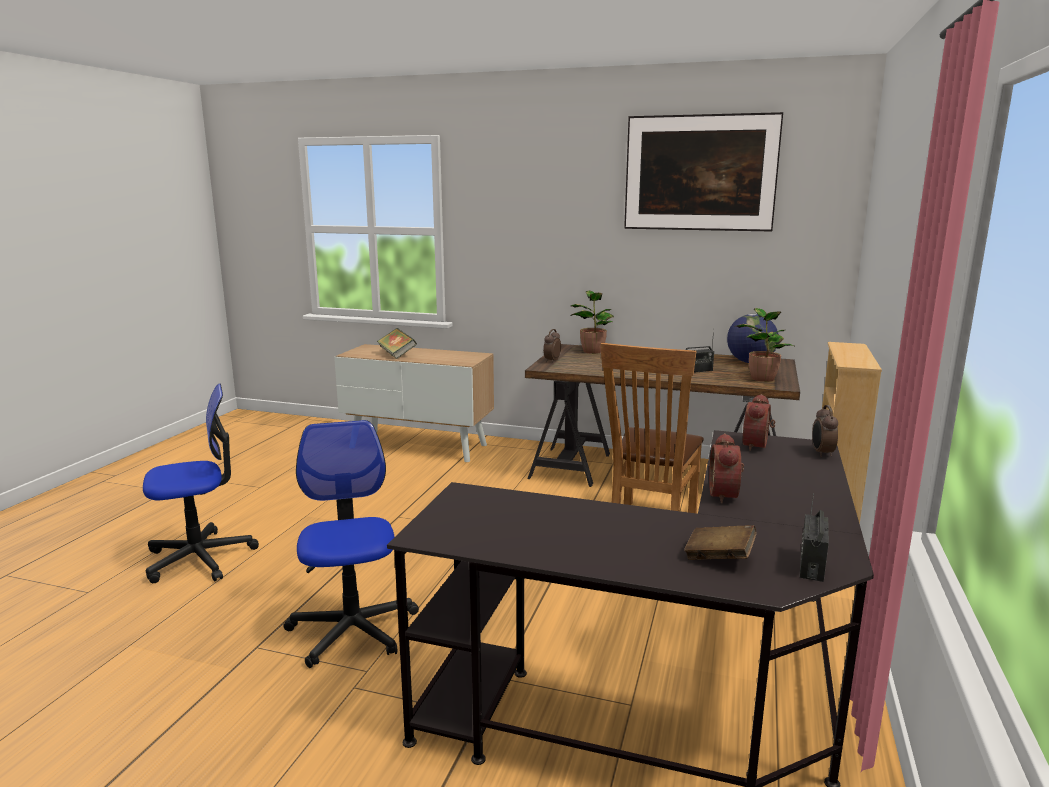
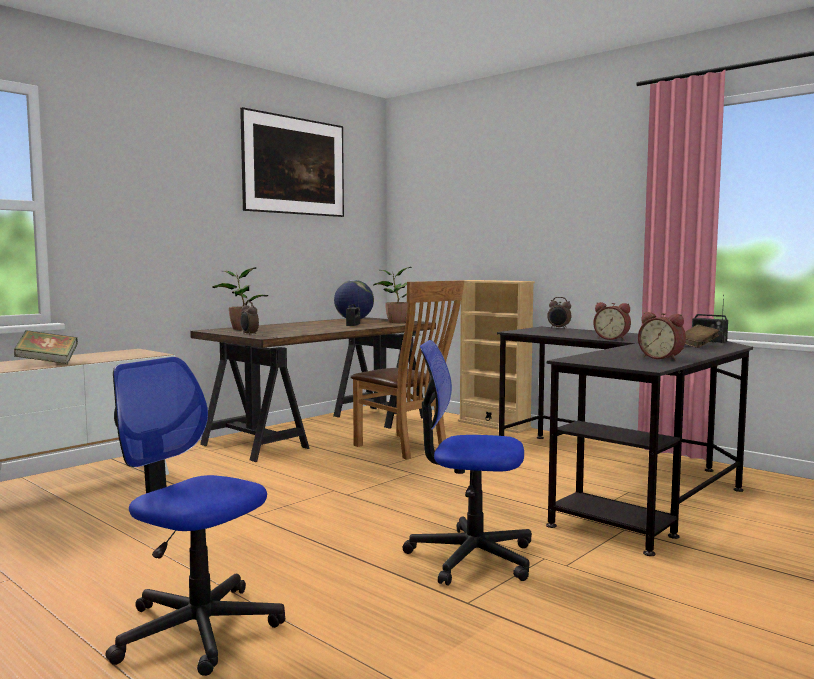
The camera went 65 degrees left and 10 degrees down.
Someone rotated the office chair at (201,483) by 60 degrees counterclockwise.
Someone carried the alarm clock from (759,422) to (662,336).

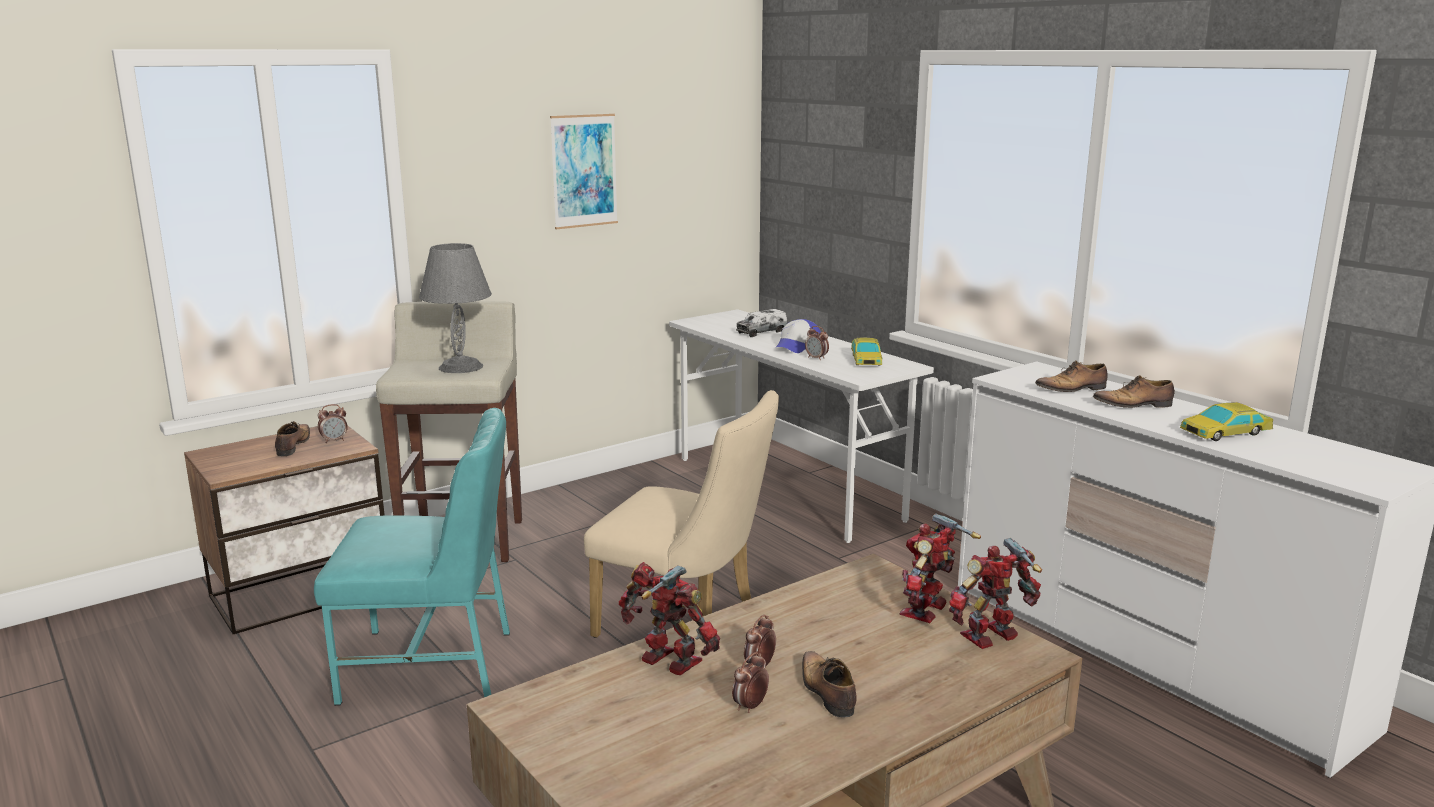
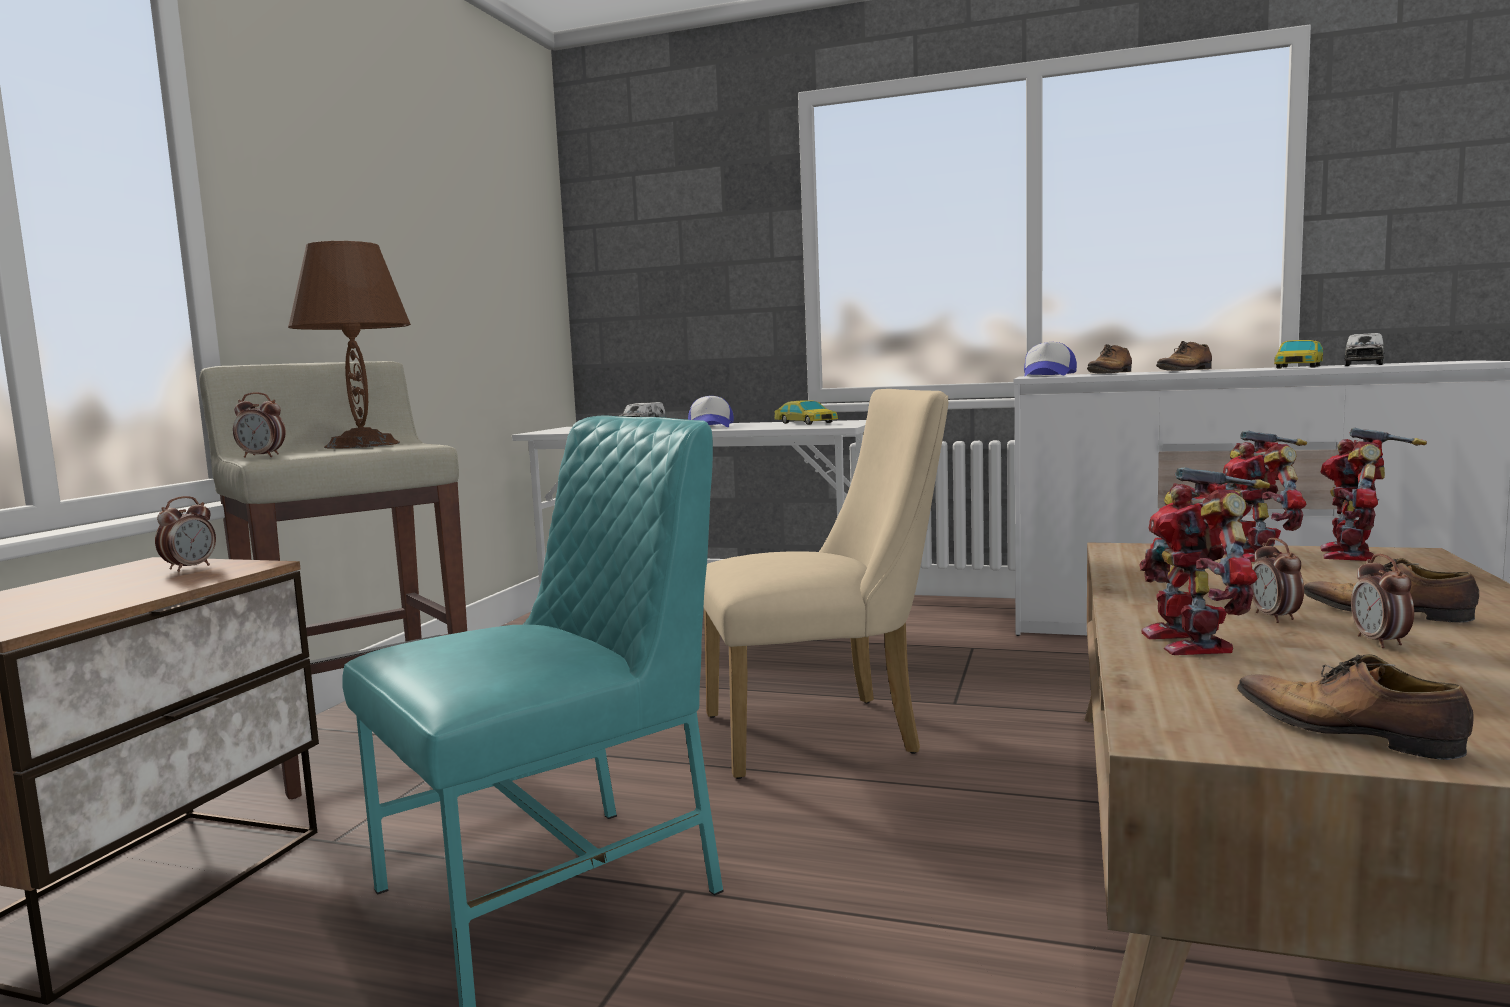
The camera went 35 degrees left and 10 degrees down.
Someone carried the alarm clock from (817,343) to (259,425).
Someone repainted the grey table lamp at (455,308), which became the brown table lamp at (349,345).
Someone put down the cap at (1050,359).
Someone rotated the toy robot at (669,618) by 90 degrees counterclockwise.
Someone carried the shoe from (292,438) to (1355,707).
Someone put down the toy truck at (1364,349).
Someone took away the picture at (584,171).

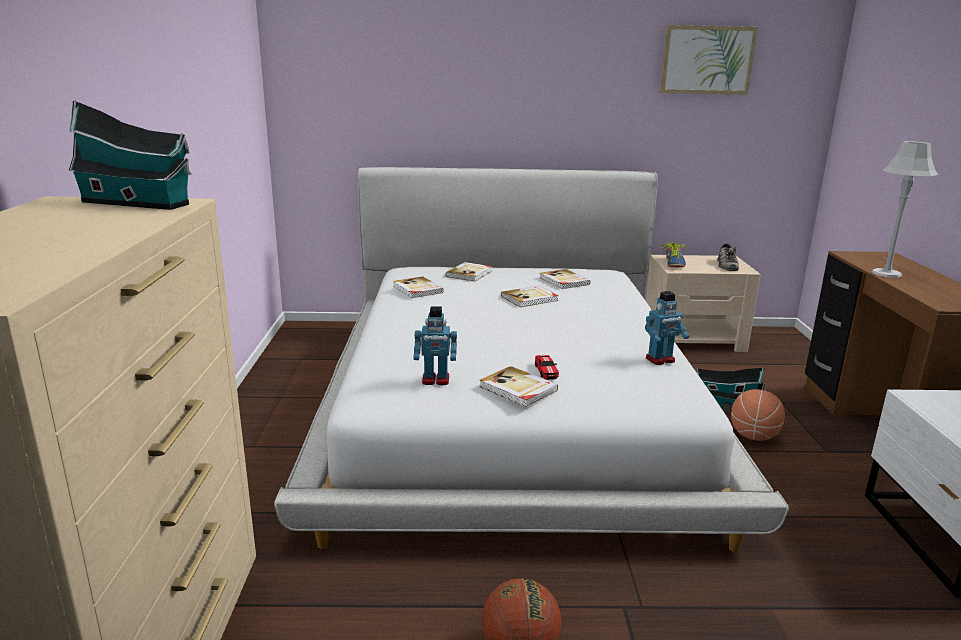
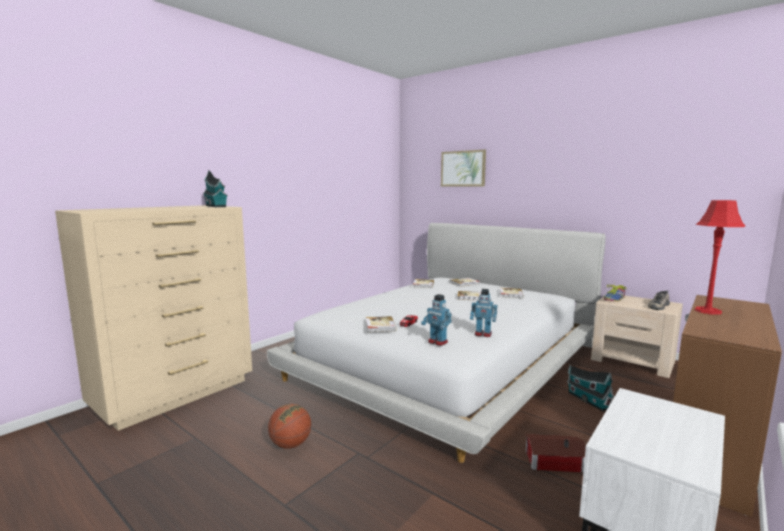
The camera went 40 degrees right and 10 degrees down.
Someone carried the toy robot from (435,345) to (436,320).
Someone carried the picture from (709,60) to (463,168).
Someone put down the toy house at (555,453).
Someone repainted the grey table lamp at (905,209), which became the red table lamp at (719,257).
Someone took away the basketball at (758,415).

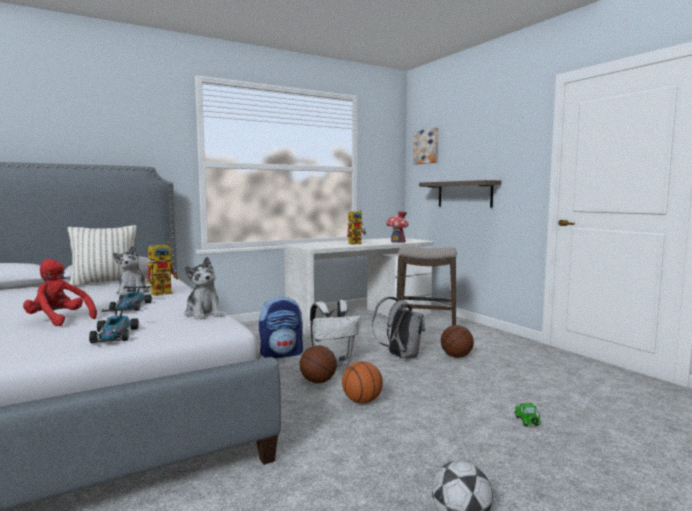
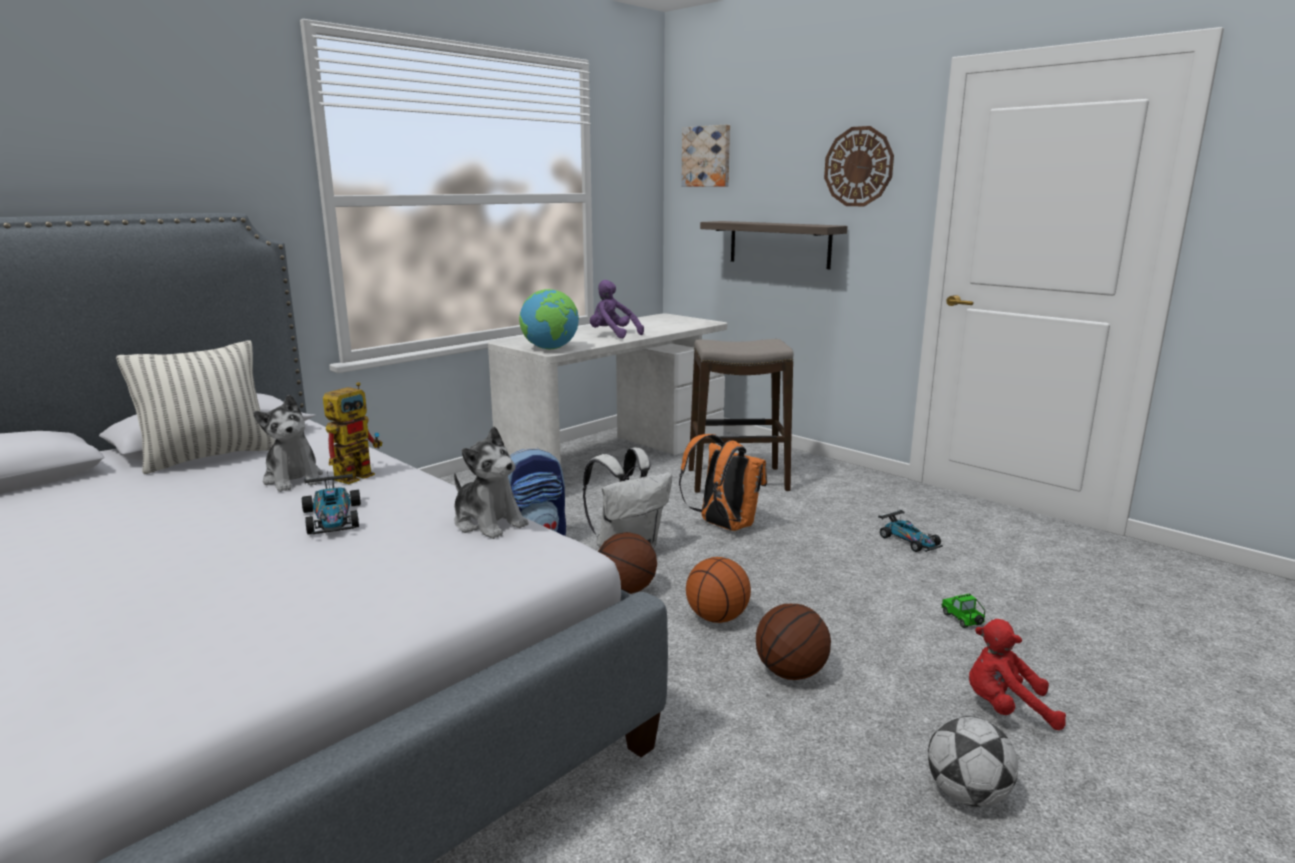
The camera went 15 degrees left and 10 degrees up.
Someone put down the globe at (549,319).
Someone swapped the toy robot at (356,227) for the purple plush toy at (617,309).
Someone repainted the grey backpack at (398,328), which became the orange backpack at (723,482).
Someone carried the basketball from (457,341) to (793,642).
Someone put up the wall clock at (859,166).
Someone carried the toy car from (114,323) to (910,531).
Someone carried the red plush toy from (60,292) to (1017,674).
Someone took away the toy house at (397,227).

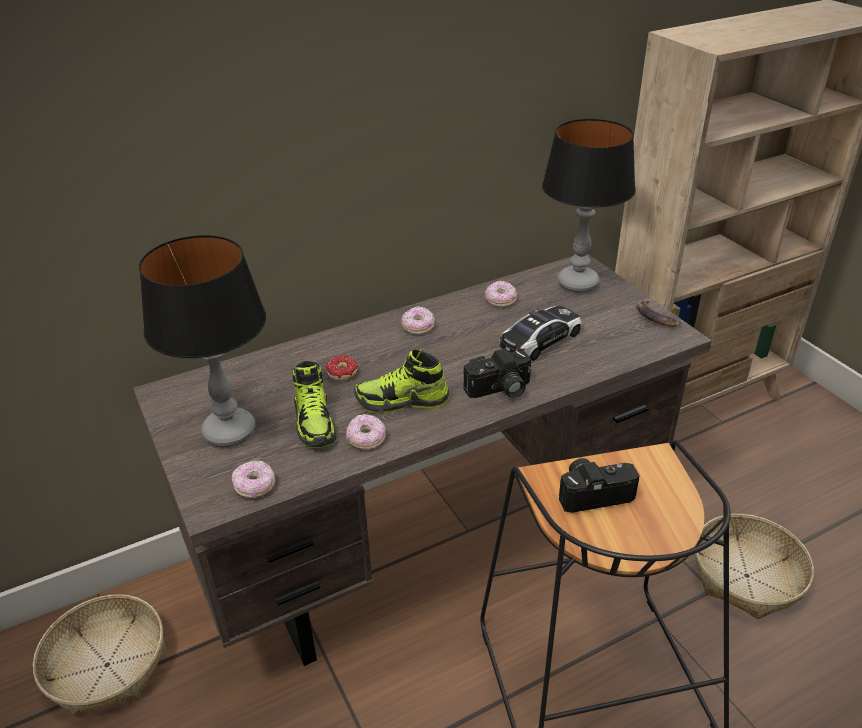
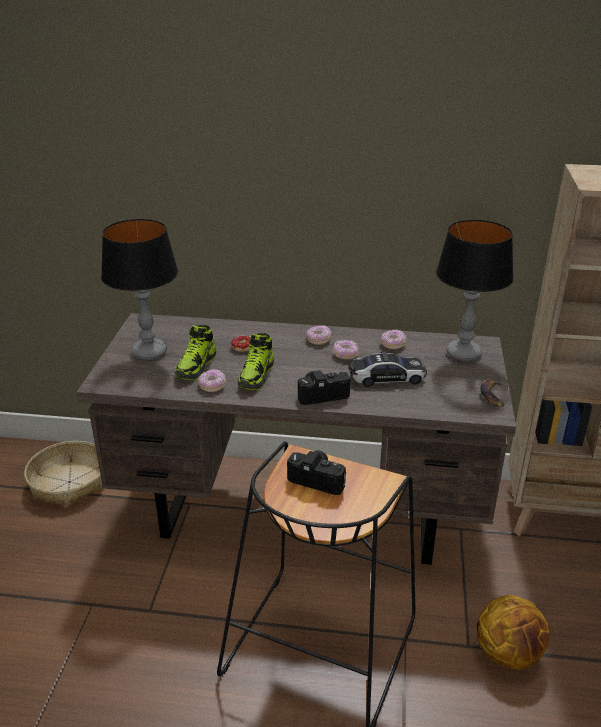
The camera went 35 degrees right and 5 degrees down.
Someone rotated the shoe at (402,381) by 105 degrees counterclockwise.
Someone rotated the photo camera at (497,373) by 150 degrees clockwise.
Someone carried the donut from (253,479) to (346,350).
Someone swapped the basket at (754,566) for the basketball at (513,632).

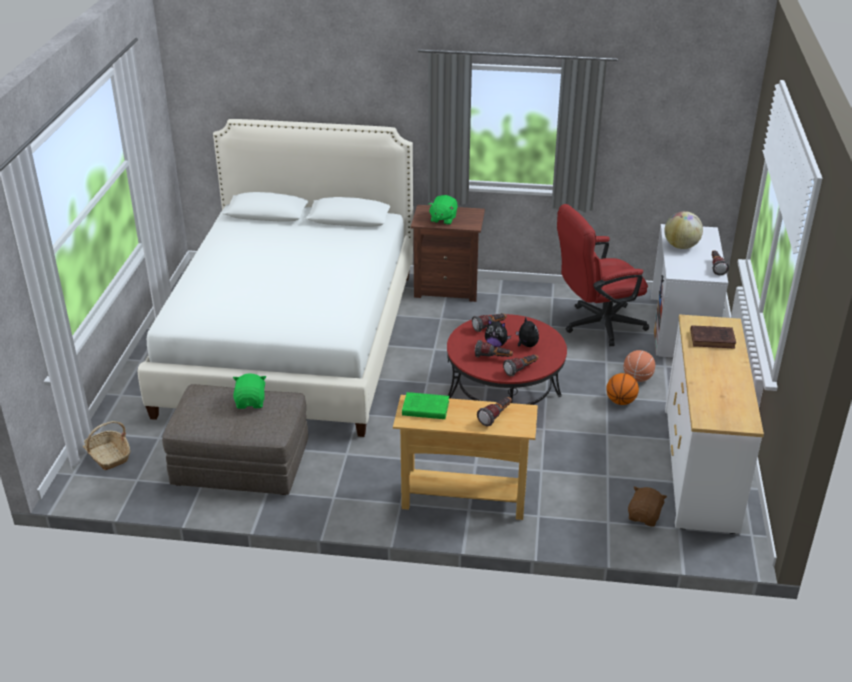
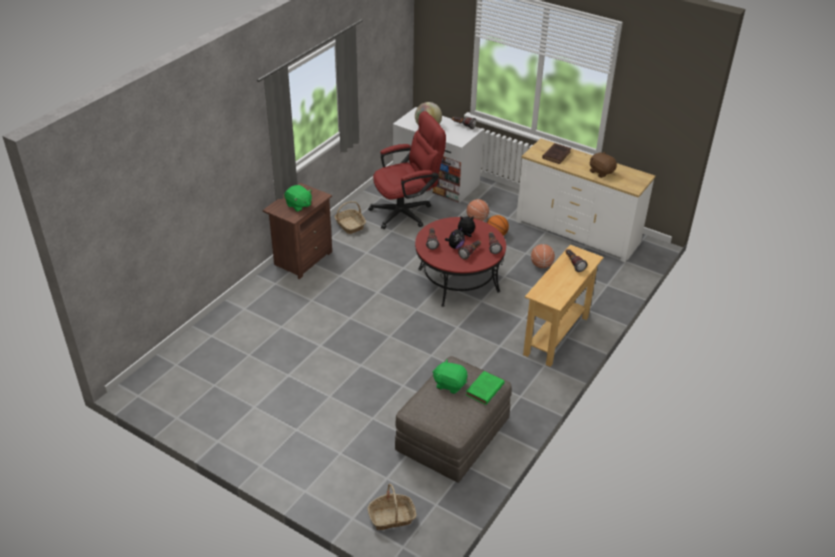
The camera went 65 degrees left and 5 degrees up.
Someone put down the basket at (350,217).
Someone rotated the red office chair at (603,275) by 120 degrees counterclockwise.
Someone carried the green book from (425,405) to (485,388).
Someone put down the basketball at (543,256).
Someone carried the brown plush toy from (647,506) to (603,165).
Someone took away the white bed at (275,278).

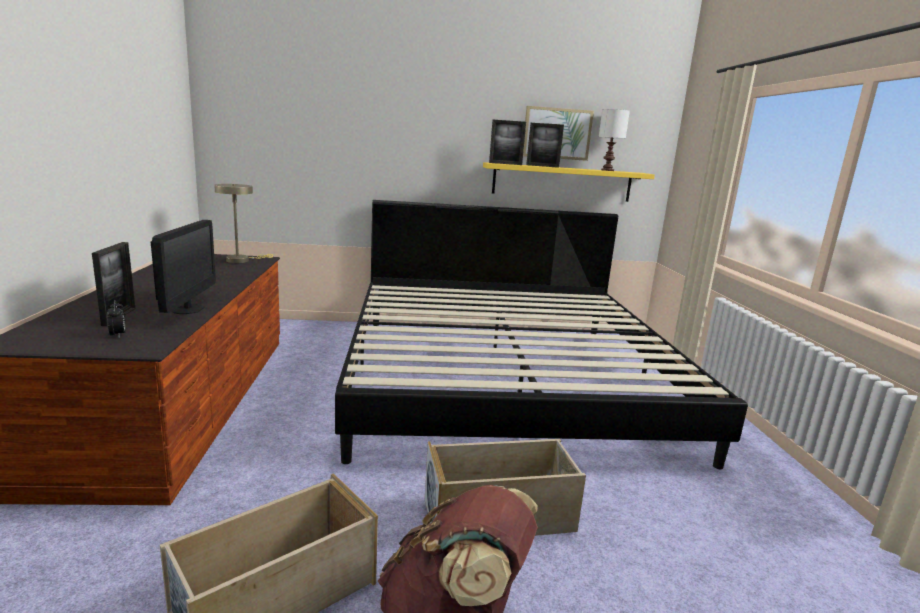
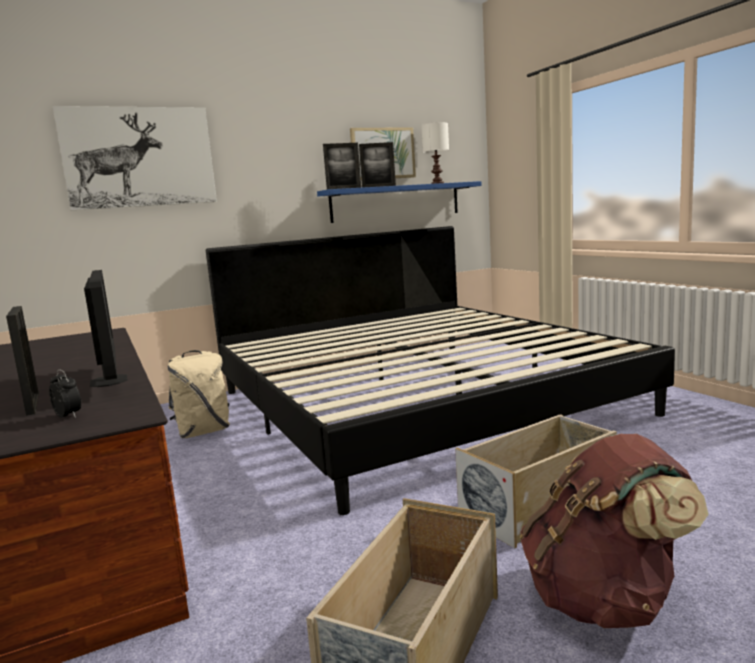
The camera went 20 degrees left and 5 degrees down.
Someone put up the picture at (135,158).
Someone put down the beige backpack at (199,394).
Someone repainted the yellow shelf at (569,182), which became the blue shelf at (399,202).
Someone took away the beige table lamp at (243,223).

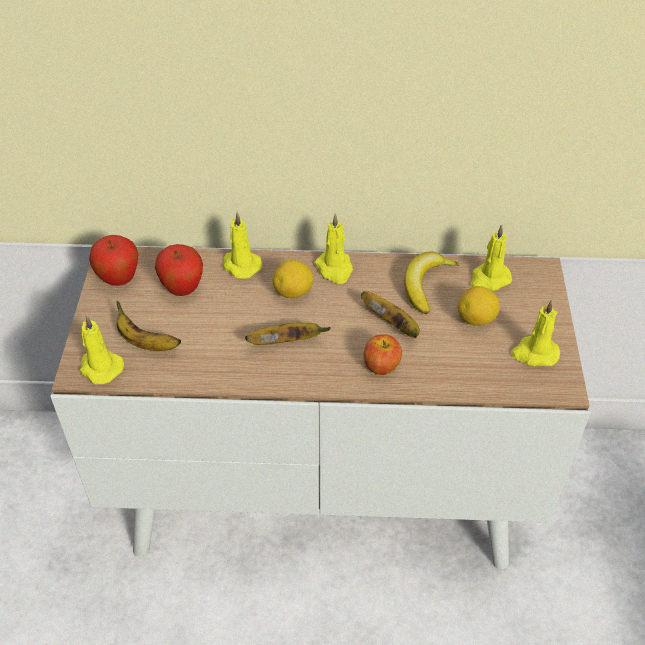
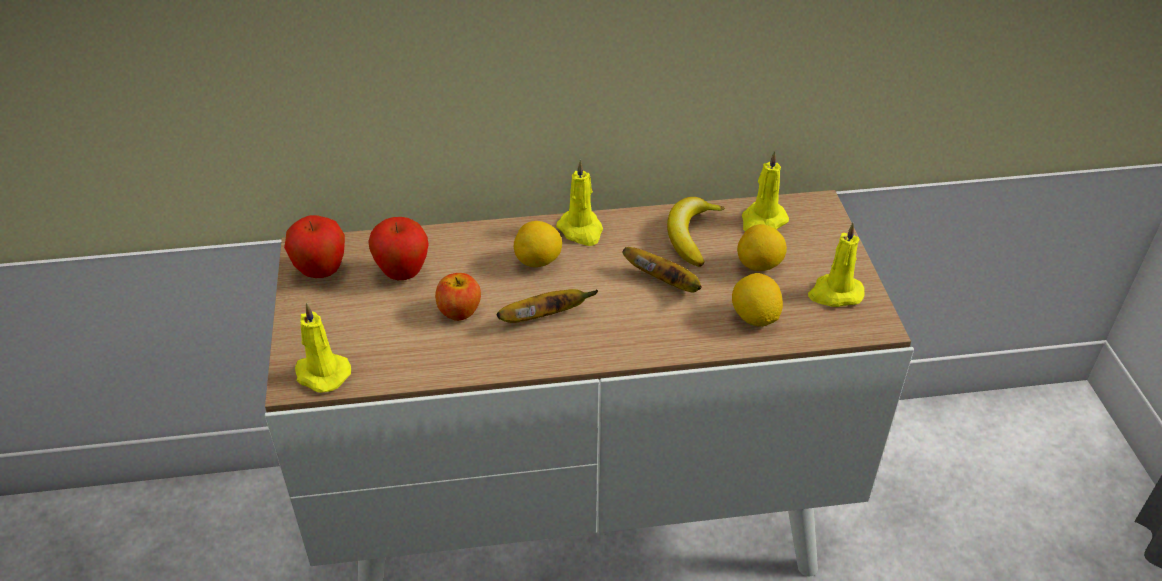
The camera went 10 degrees left and 5 degrees down.
Someone carried the apple from (382,354) to (458,297).
Someone put down the lemon at (757,299).
Someone took away the banana at (148,326).
Someone took away the yellow candle at (242,245).

